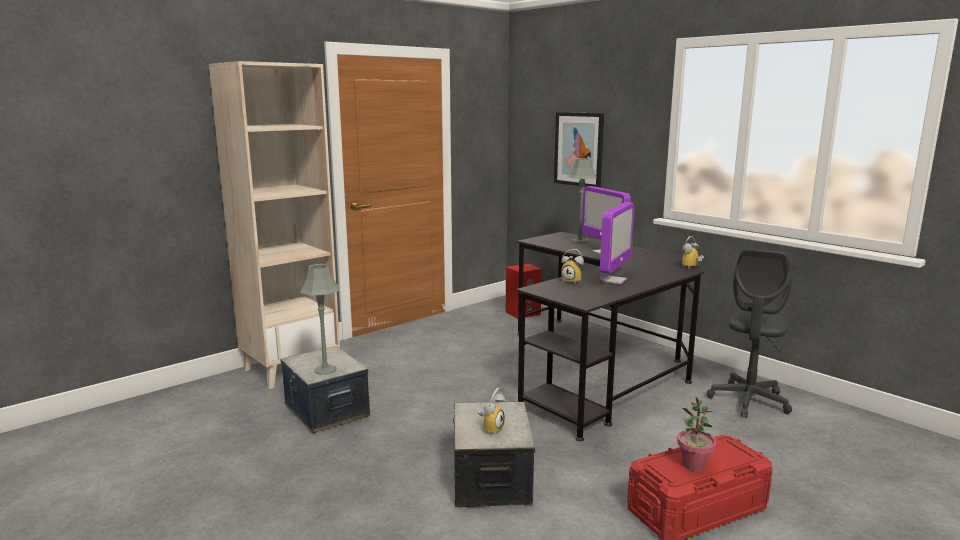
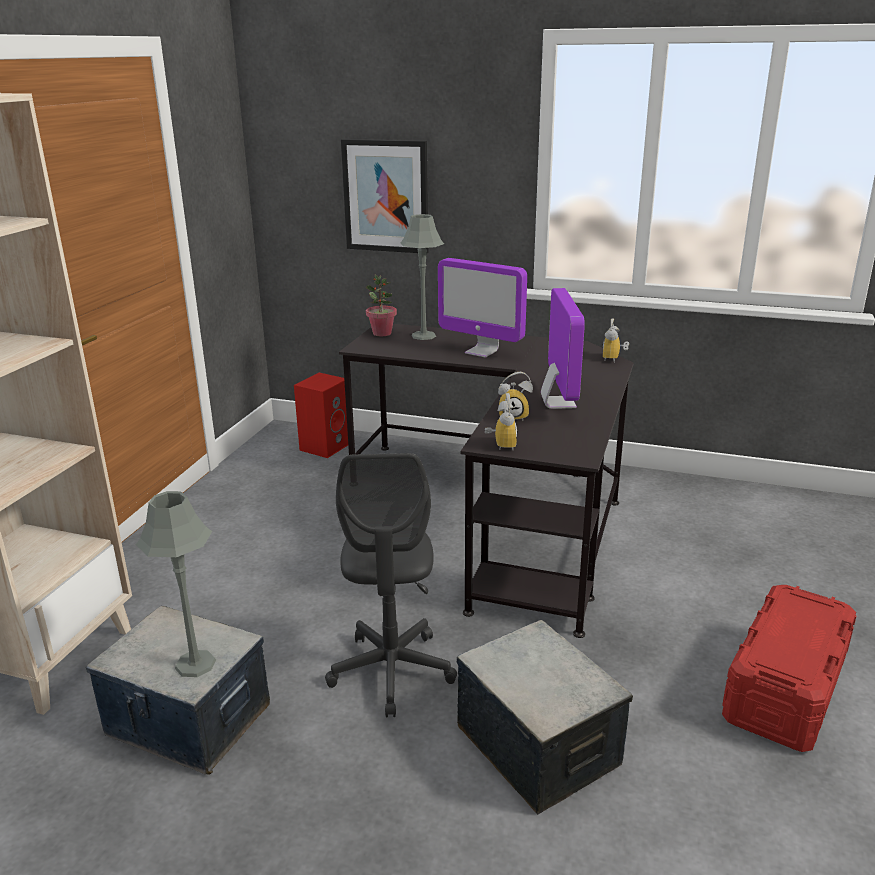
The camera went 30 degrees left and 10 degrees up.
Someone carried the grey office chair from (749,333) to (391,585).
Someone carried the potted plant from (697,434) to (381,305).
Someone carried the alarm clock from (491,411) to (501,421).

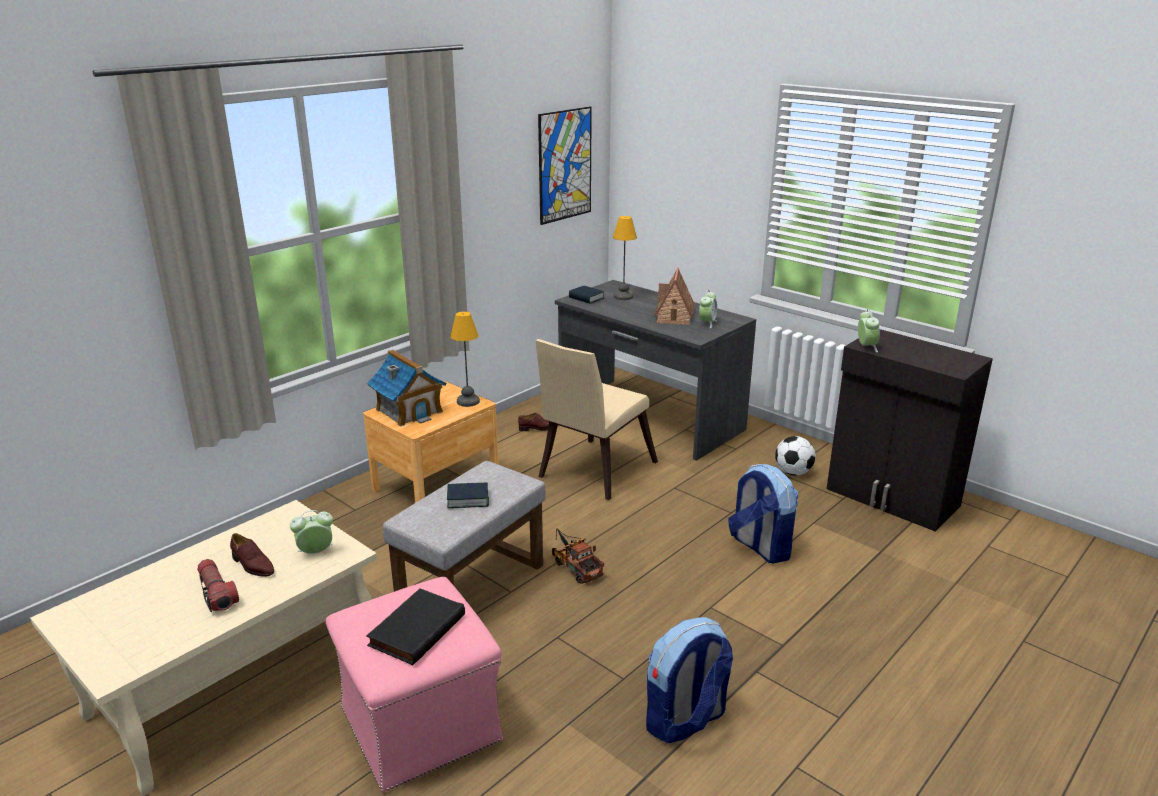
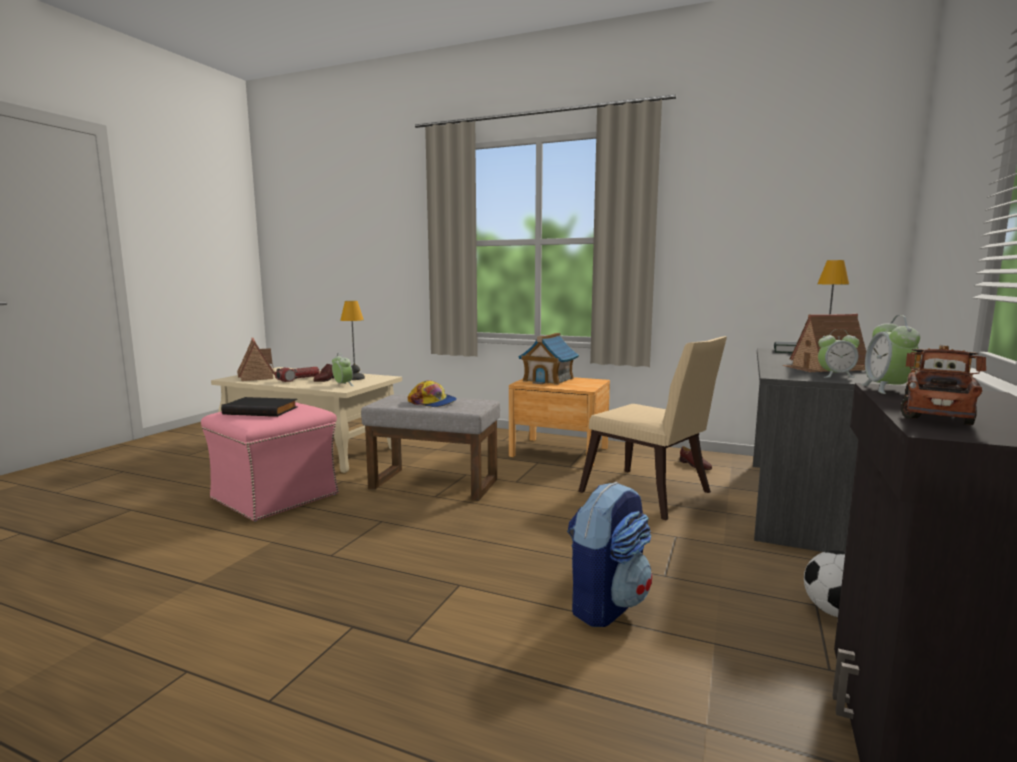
The camera went 70 degrees right and 15 degrees down.
Someone put down the toy house at (256,359).
Someone carried the table lamp from (465,359) to (352,340).
Someone swapped the book at (468,495) for the cap at (432,393).
Someone rotated the beige chair at (597,419) by 150 degrees counterclockwise.
Someone rotated the alarm clock at (869,330) by 120 degrees clockwise.
Someone carried the toy truck from (578,556) to (943,385).
Someone took away the picture at (565,166).
Someone took away the backpack at (689,680).

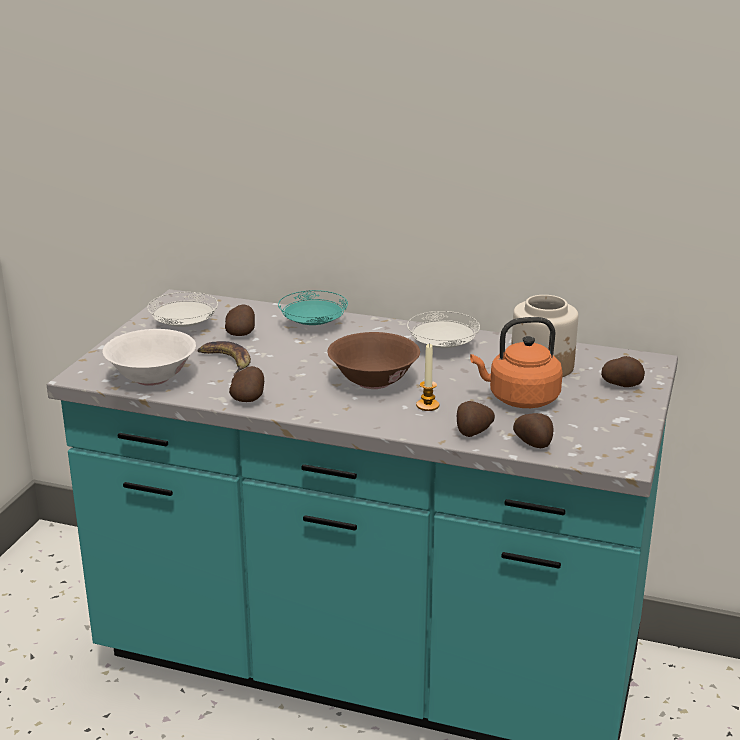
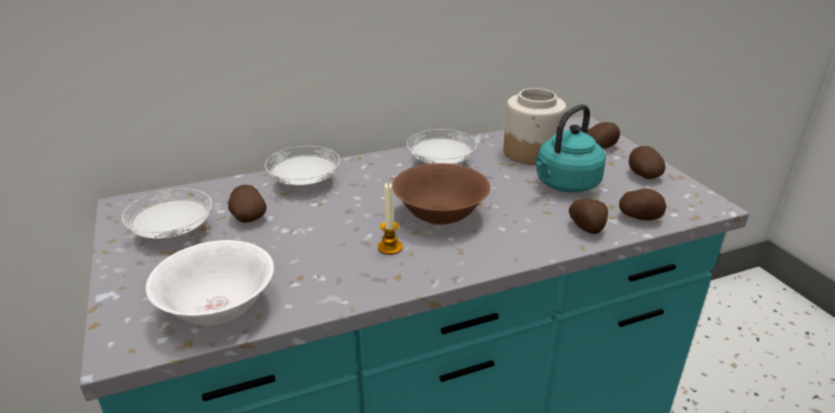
The camera went 40 degrees left and 5 degrees up.
Someone repainted the turquoise plate at (313,307), which became the white plate at (302,166).
Someone carried the candle from (427,377) to (390,219).
Someone repainted the orange kettle at (516,362), which became the turquoise kettle at (570,148).
Someone carried the potato from (246,384) to (647,162).
Someone took away the banana at (224,358).

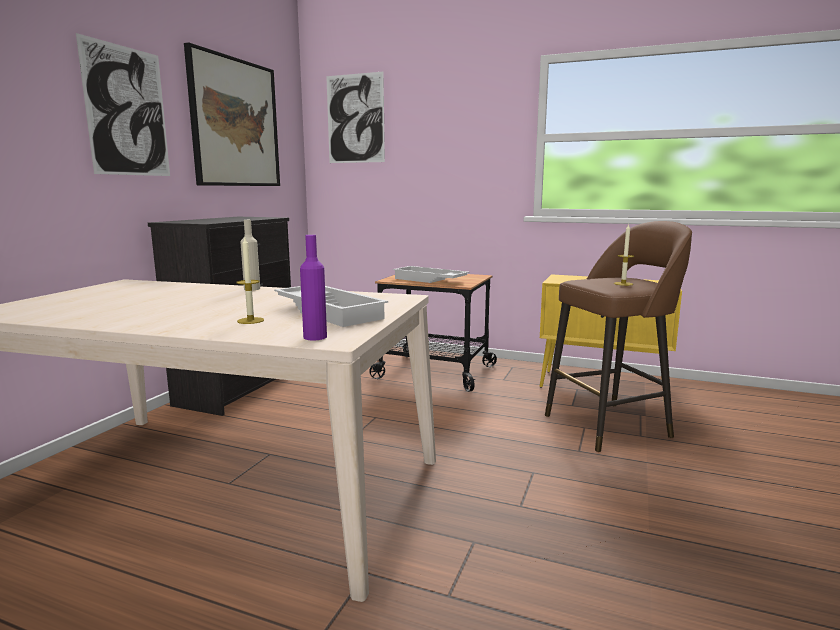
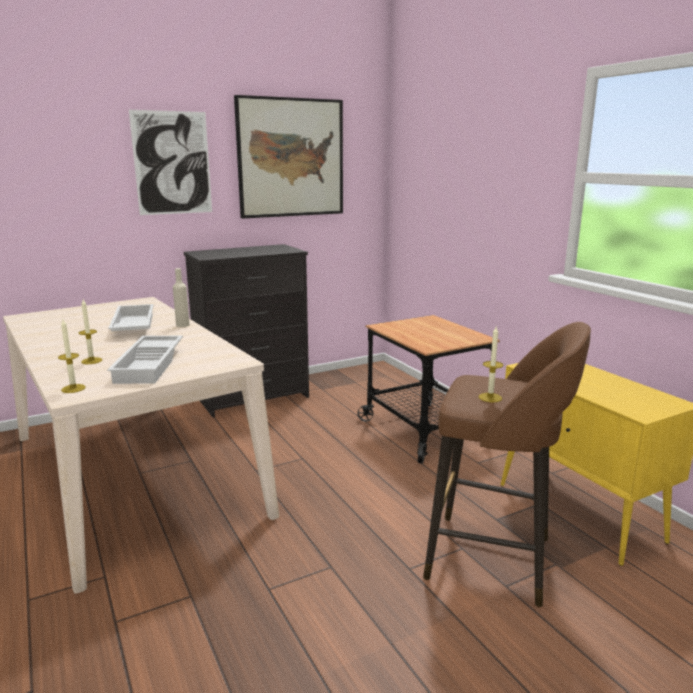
The camera went 40 degrees right and 5 degrees up.
Someone swapped the purple bottle at (313,287) for the candle at (72,356).
Someone carried the white tray from (431,274) to (130,317).
Someone took away the picture at (355,117).

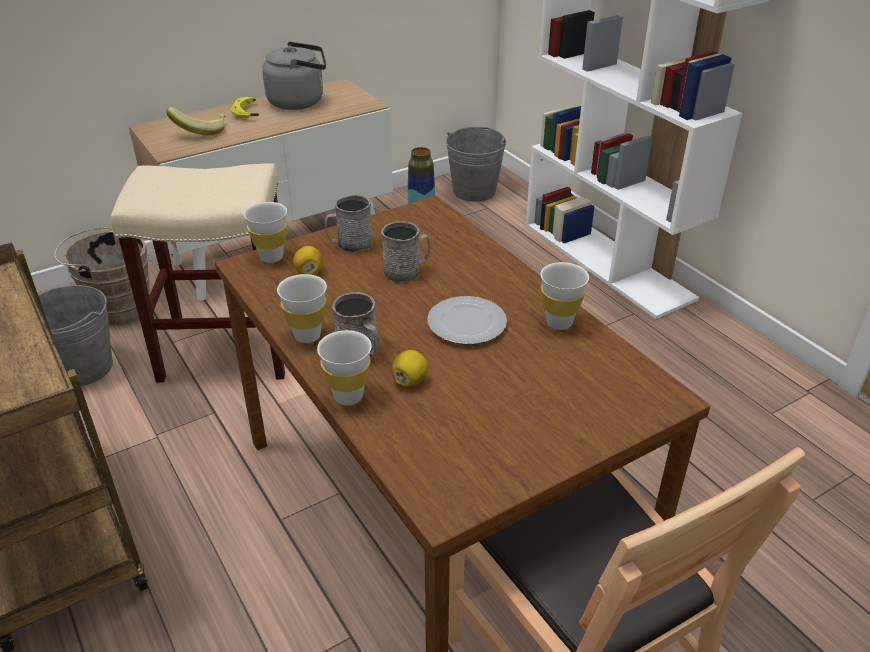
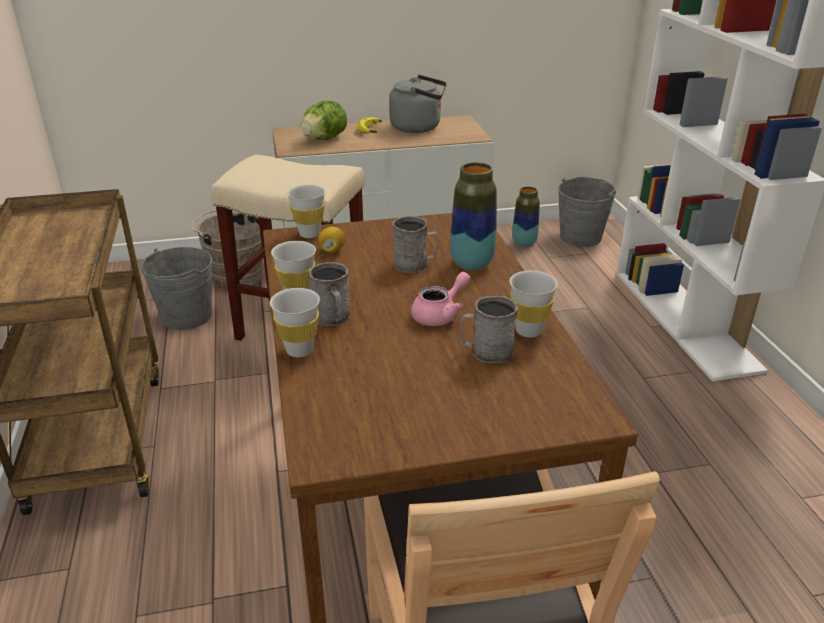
The camera went 20 degrees right and 5 degrees down.
Someone swapped the banana at (196,121) for the lettuce at (324,120).
Someone swapped the plate at (467,320) for the pink teapot at (441,299).
Someone put down the vase at (473,216).
Someone carried the grey mug from (349,223) to (489,329).
Someone took away the lemon at (410,368).

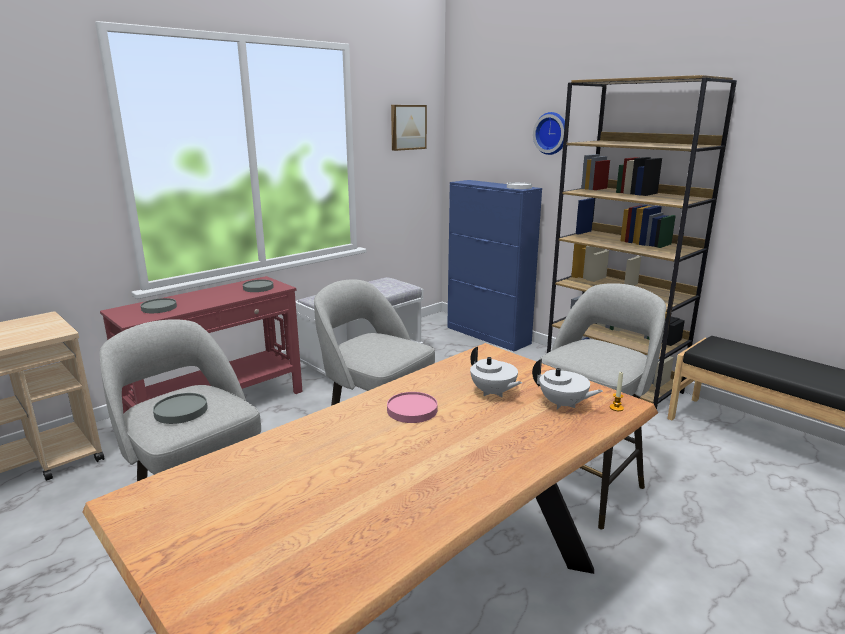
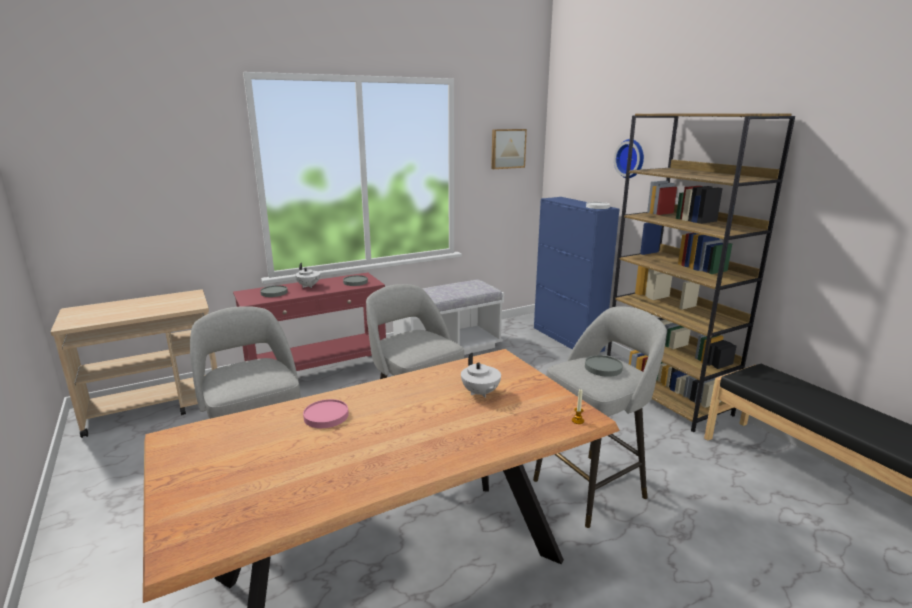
The camera went 15 degrees right and 0 degrees up.
Someone carried the white teapot from (567,384) to (307,275).
Someone carried the pink plate from (412,407) to (326,413).
Someone carried the grey plate from (180,408) to (604,366).

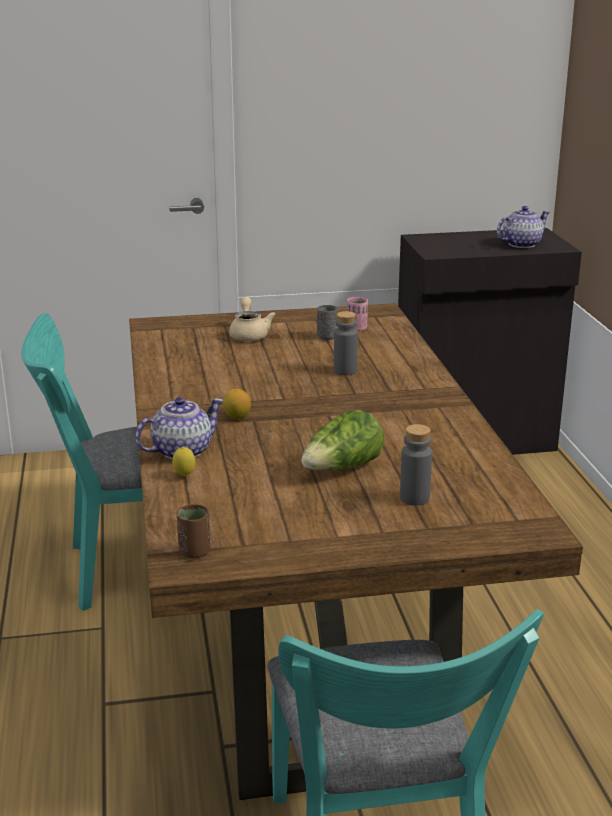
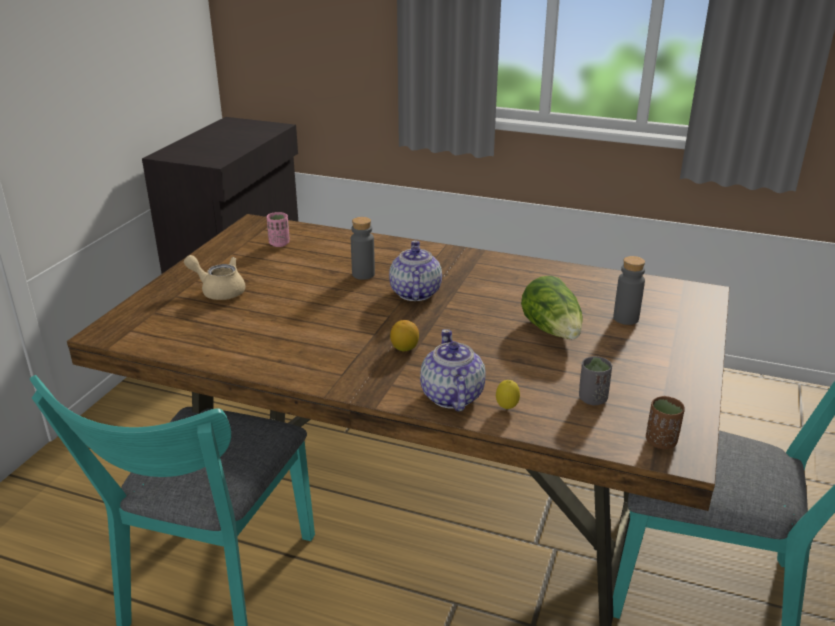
The camera went 60 degrees left and 5 degrees up.
Someone carried the teapot from (523,227) to (415,271).
Someone carried the grey cup from (327,322) to (595,380).

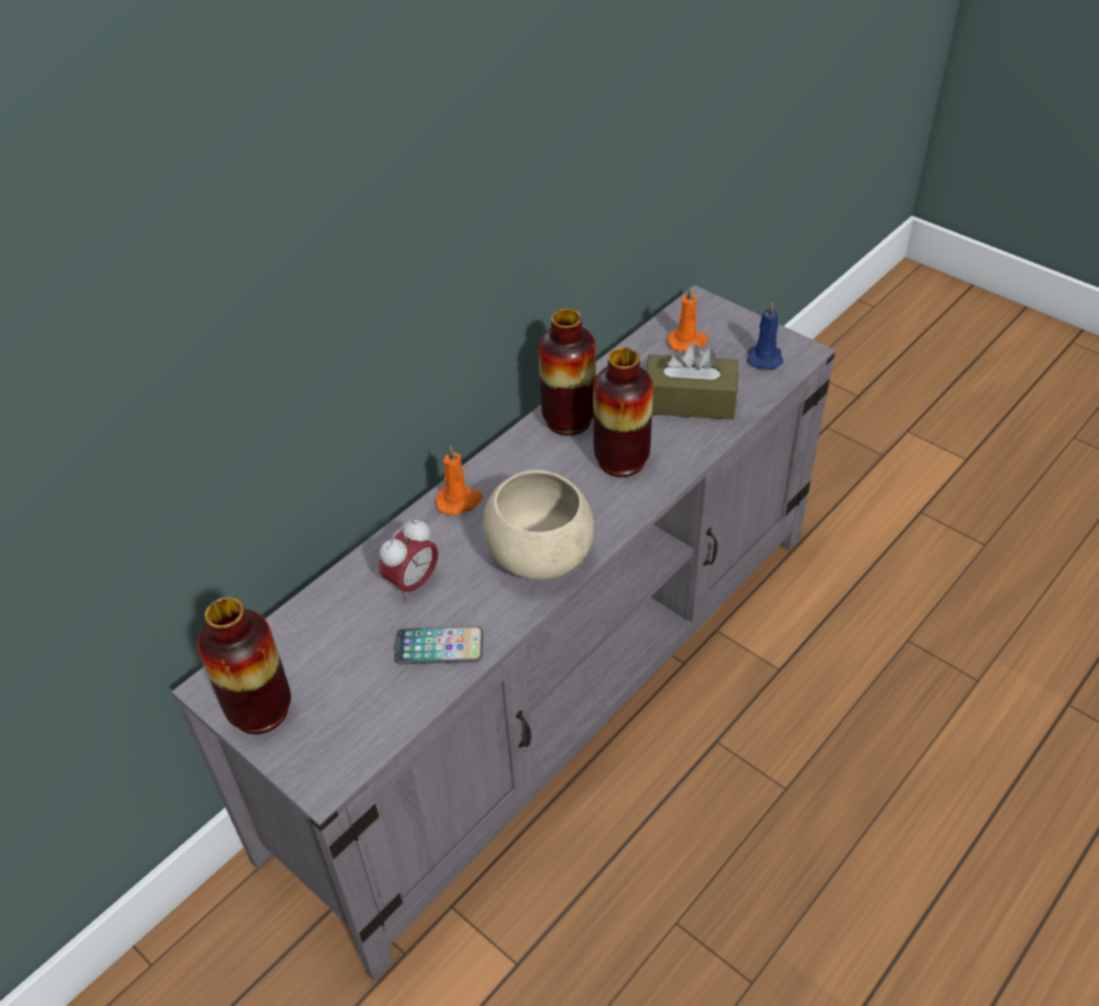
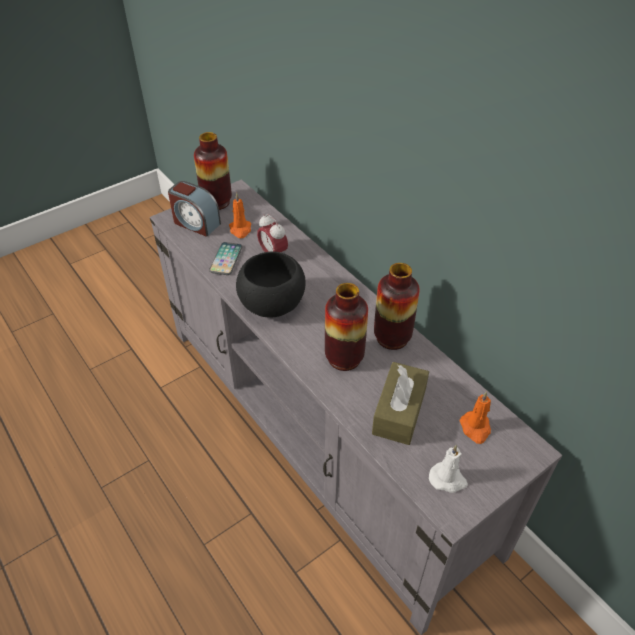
The camera went 100 degrees right and 0 degrees up.
Someone put down the alarm clock at (194,209).
Someone carried the orange candle from (459,480) to (240,215).
Someone repainted the beige bowl at (538,525), which became the black bowl at (271,284).
Someone repainted the blue candle at (765,335), which became the white candle at (448,469).

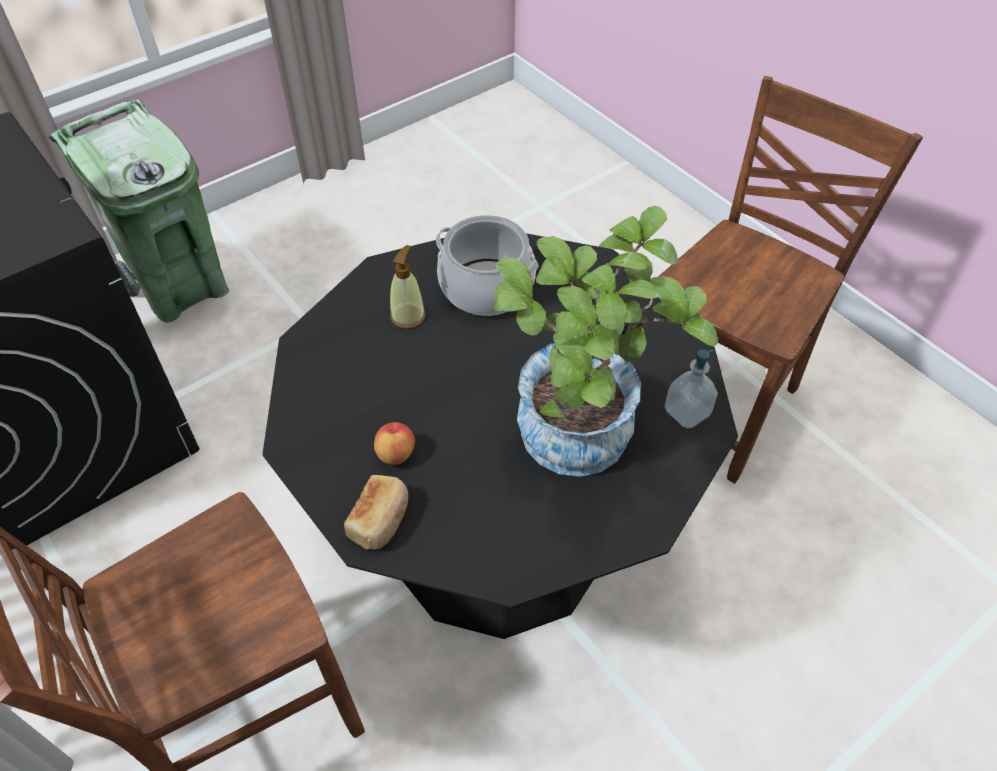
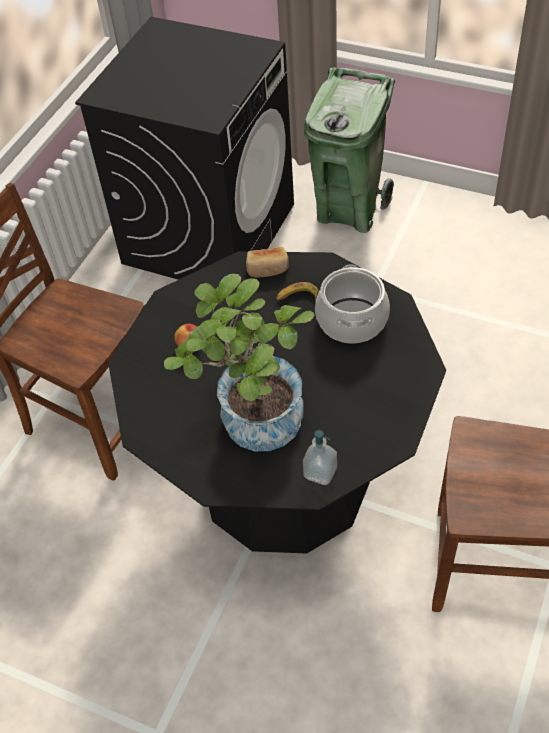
The camera went 65 degrees right and 0 degrees up.
Someone carried the bread from (376,512) to (267,262).
Someone swapped the soap dispenser at (408,287) for the banana at (297,291).

